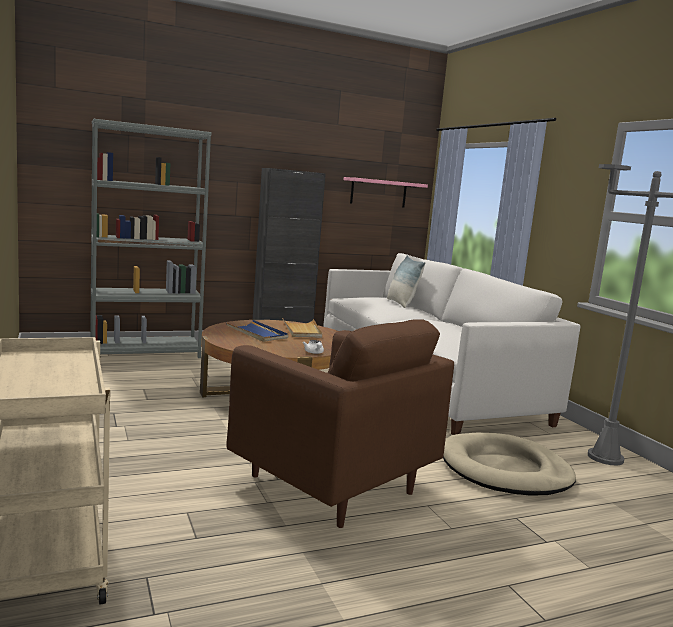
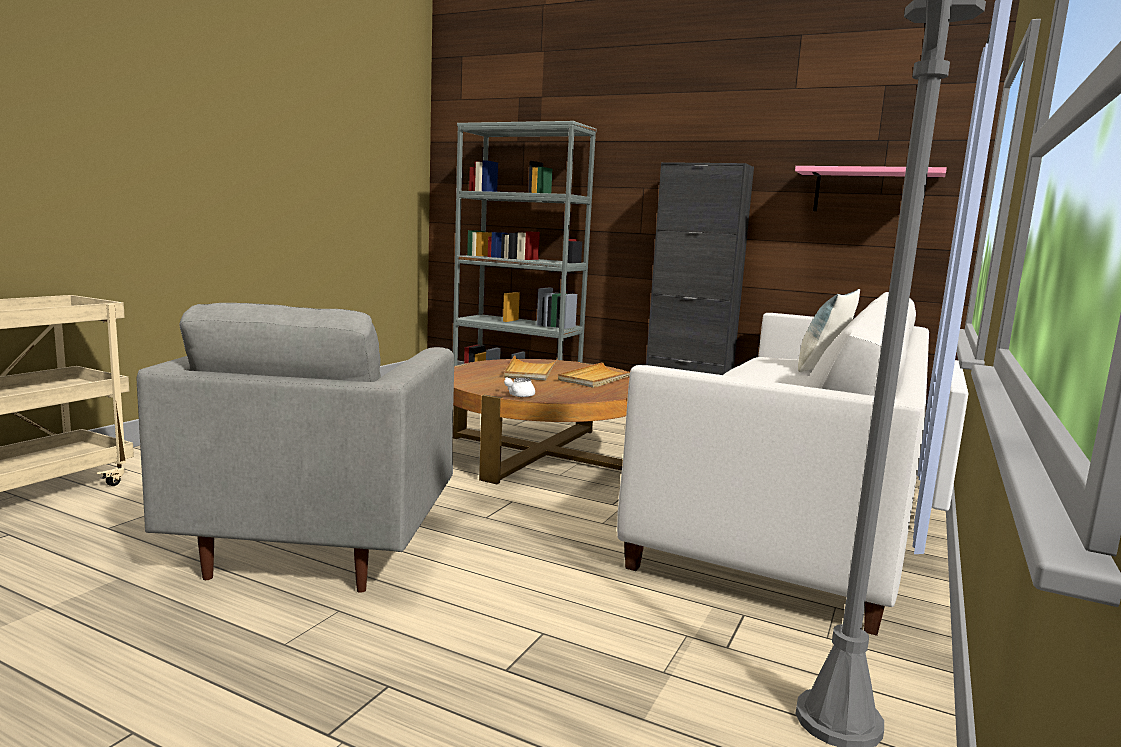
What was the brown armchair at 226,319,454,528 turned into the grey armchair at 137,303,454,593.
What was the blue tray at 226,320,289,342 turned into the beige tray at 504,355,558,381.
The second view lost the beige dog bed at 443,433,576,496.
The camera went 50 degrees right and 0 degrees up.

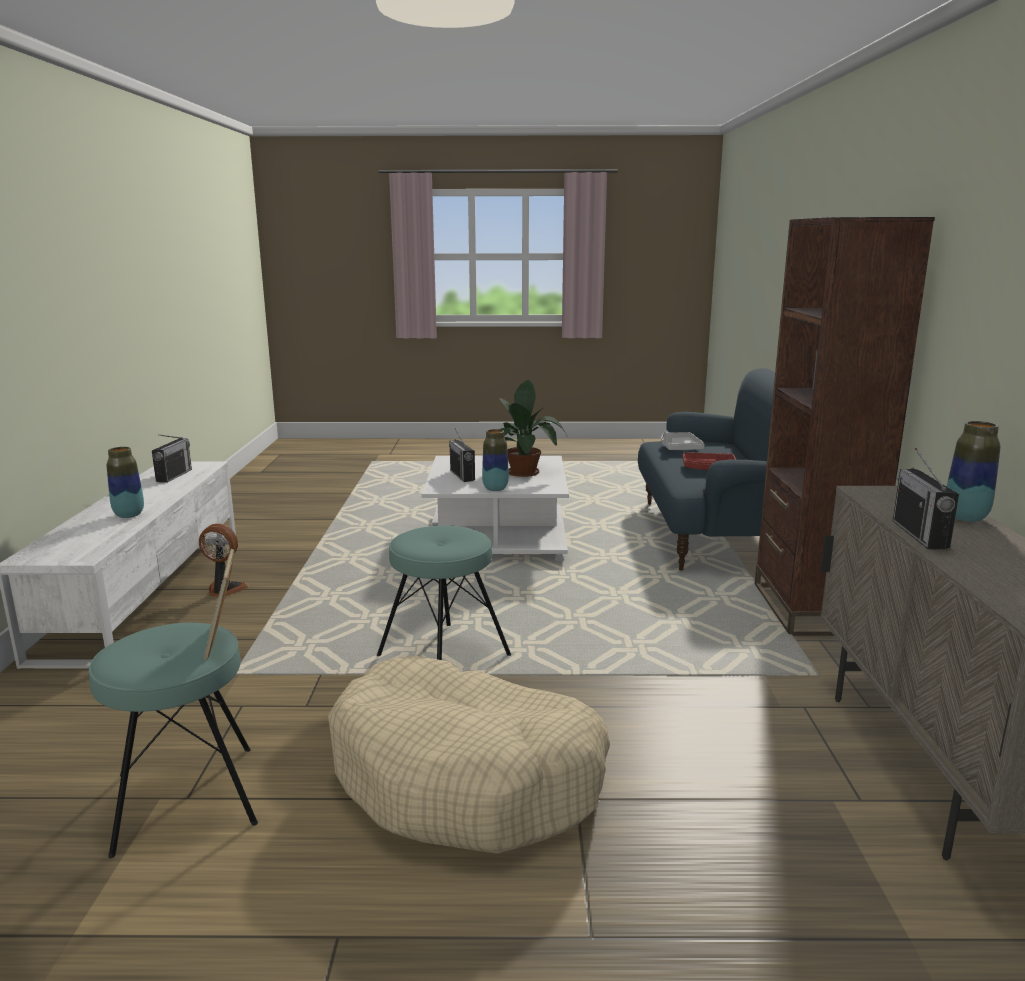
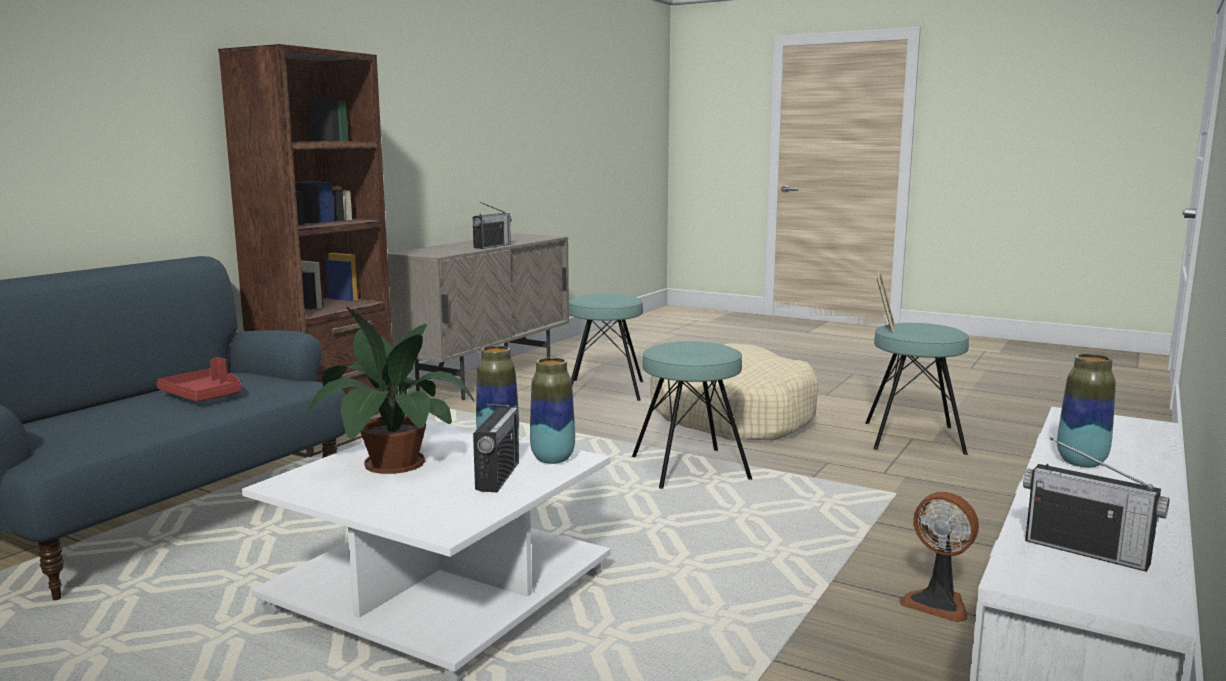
The vase ended up elsewhere, having gone from 947,421,1000,522 to 530,358,575,464.
The second view lost the grey tray at 661,431,704,450.
The radio at 152,435,192,483 ended up facing another way, 90 degrees counterclockwise from before.
The second view gained the turquoise stool at 568,294,643,401.
The camera went 150 degrees left and 5 degrees down.

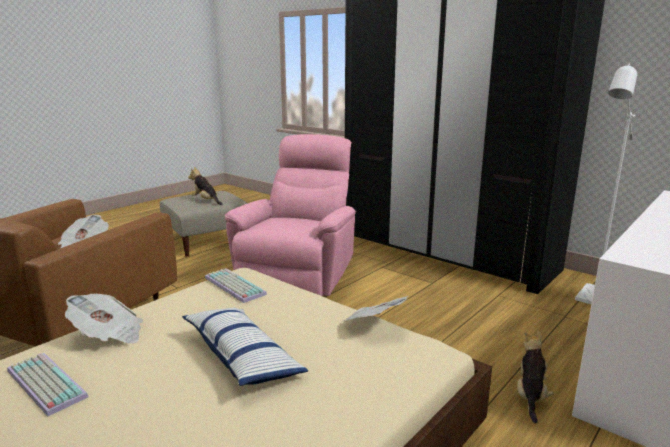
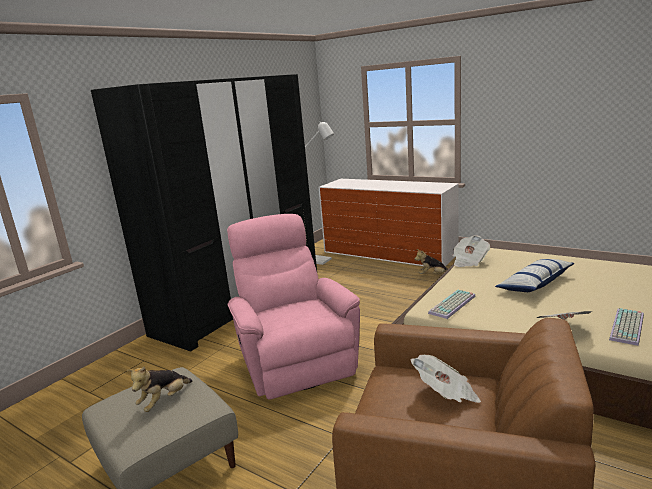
The pink armchair at 225,134,356,296 ended up facing another way, 60 degrees clockwise from before.
The camera went 95 degrees left and 0 degrees up.

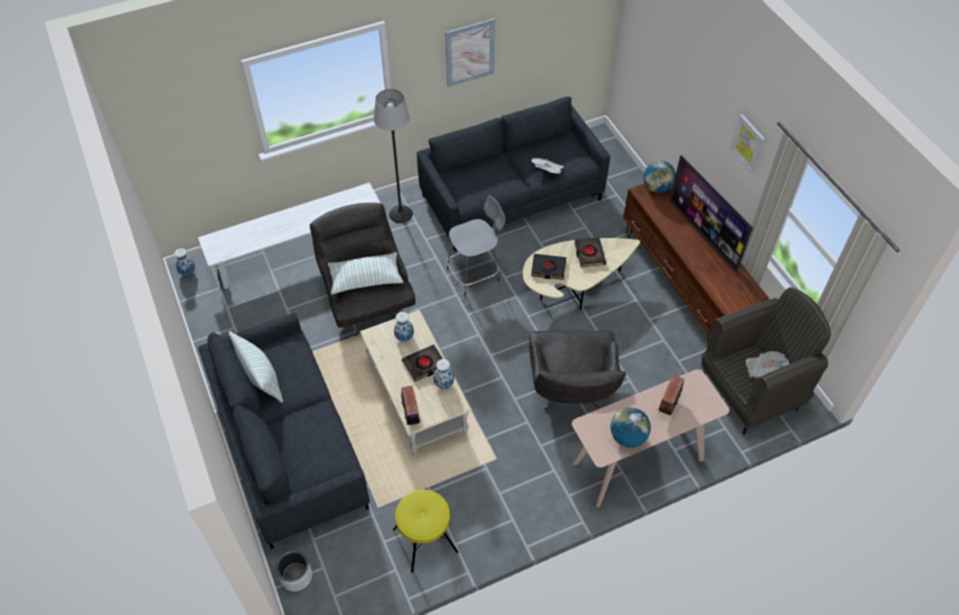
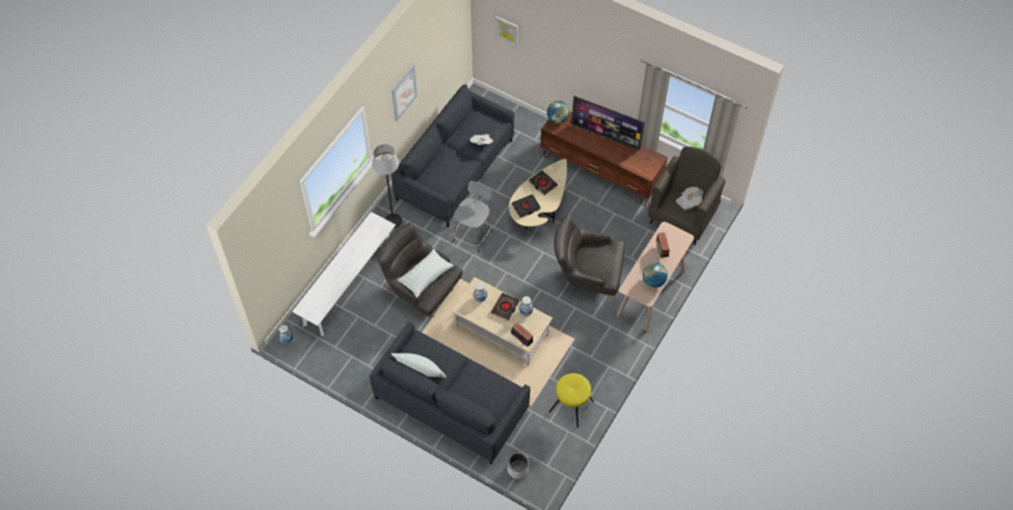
The picture ended up elsewhere, having gone from 730,114,765,173 to 495,16,518,47.
The grey armchair at 529,330,626,410 ended up facing another way, 135 degrees clockwise from before.
The camera went 35 degrees left and 5 degrees up.

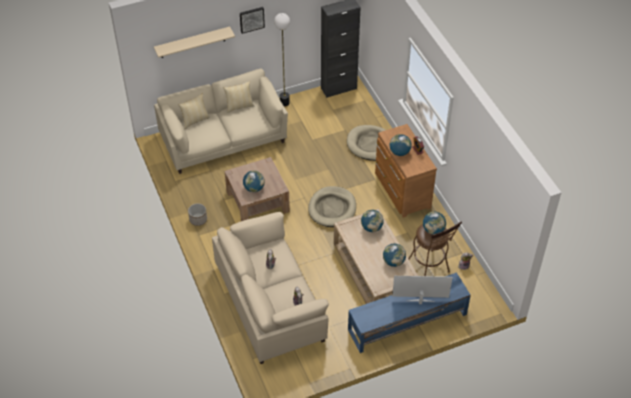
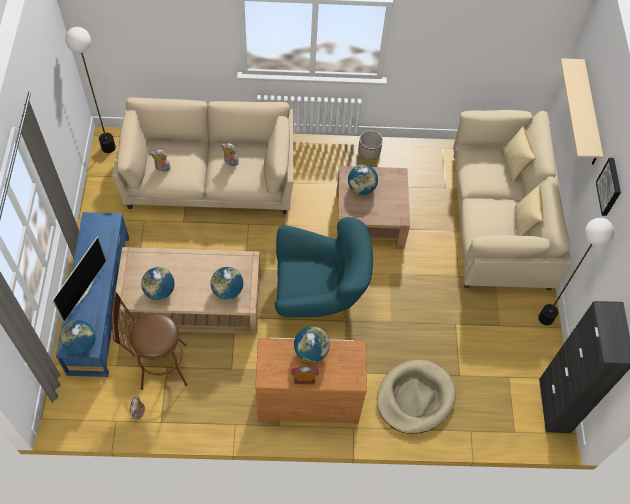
Where the beige dog bed stood at 308,186,356,227, the turquoise armchair came to stand at 275,217,373,320.
The globe ended up elsewhere, having gone from 423,212,446,235 to 60,320,96,354.
The second view gained the floor lamp at 65,27,116,153.
The camera went 110 degrees right and 10 degrees up.

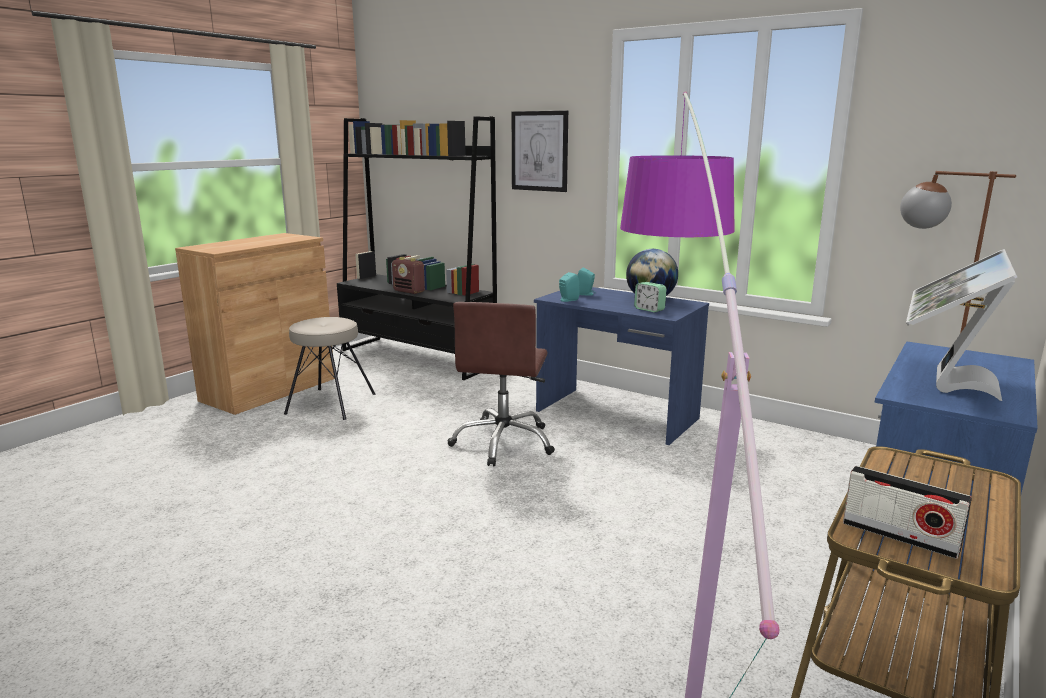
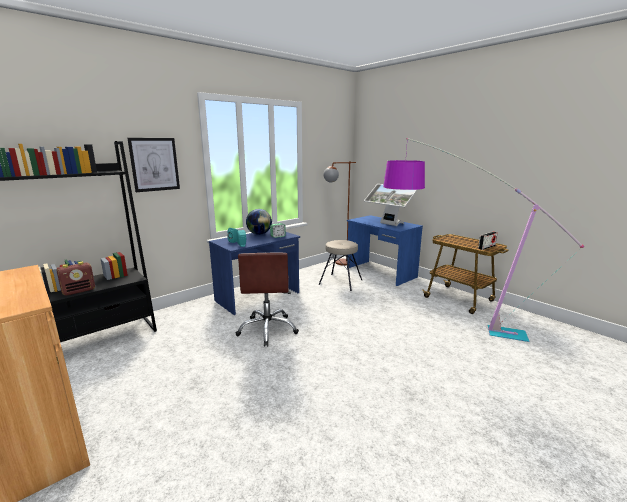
The brown office chair at 448,302,555,467 ended up facing another way, 60 degrees clockwise from before.
The beige stool ended up elsewhere, having gone from 284,317,375,420 to 319,240,362,291.
The camera went 75 degrees left and 0 degrees up.

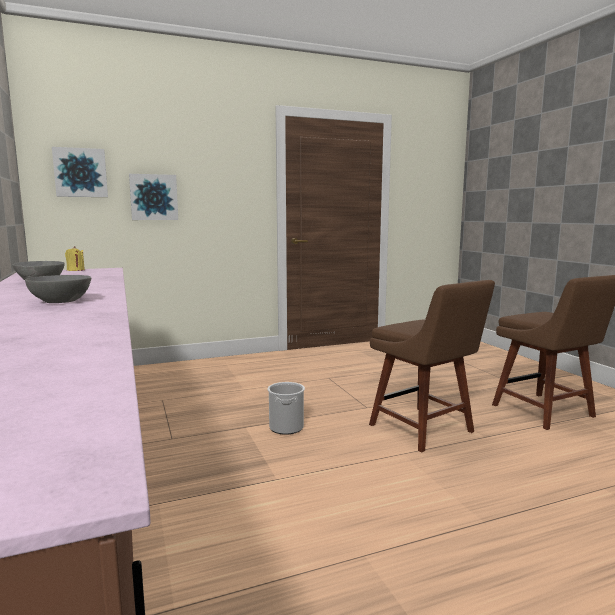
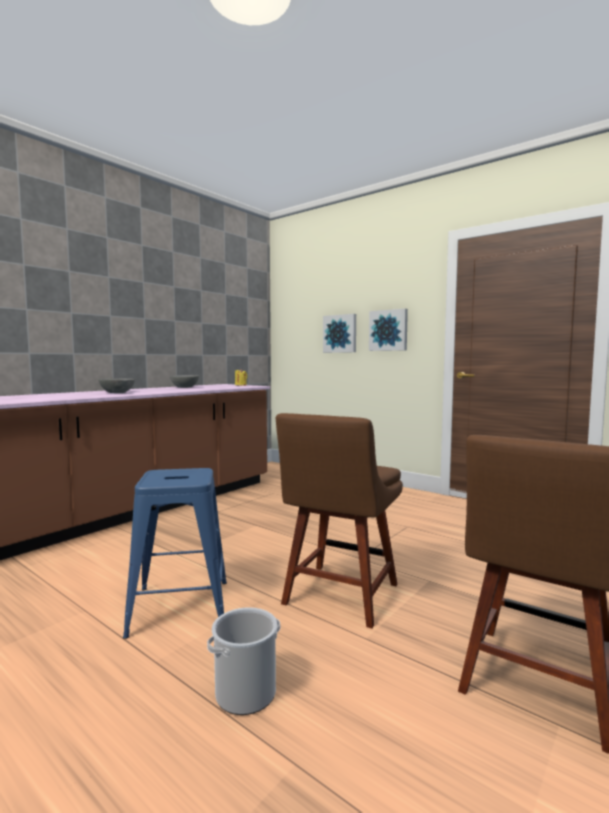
The picture ended up elsewhere, having gone from 52,147,108,197 to 369,309,408,351.
The bucket ended up elsewhere, having gone from 267,382,305,435 to 207,607,280,715.
The second view gained the blue stool at 123,468,227,639.
The camera went 60 degrees right and 5 degrees down.

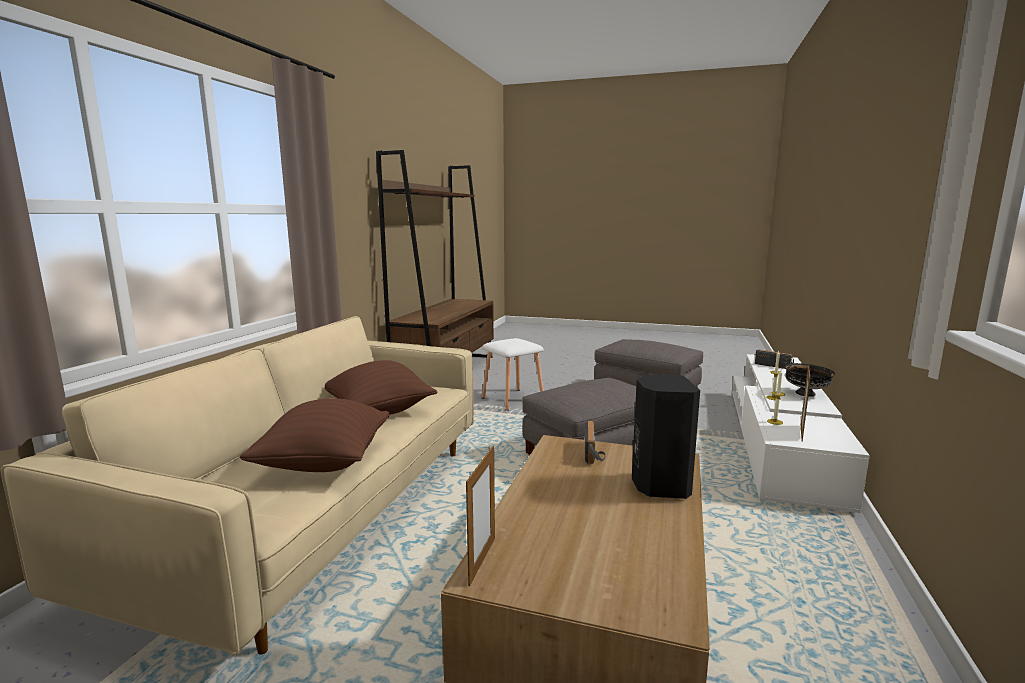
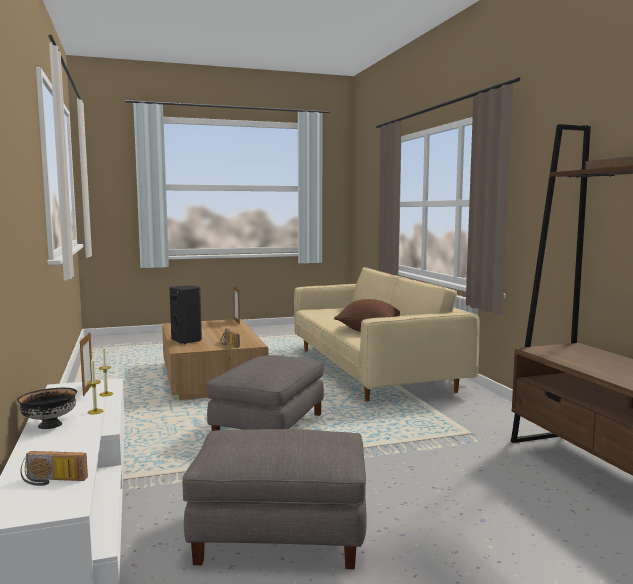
The second view lost the white stool at 482,338,544,411.
The second view lost the brown pillow at 240,398,390,472.
The camera went 145 degrees right and 5 degrees down.

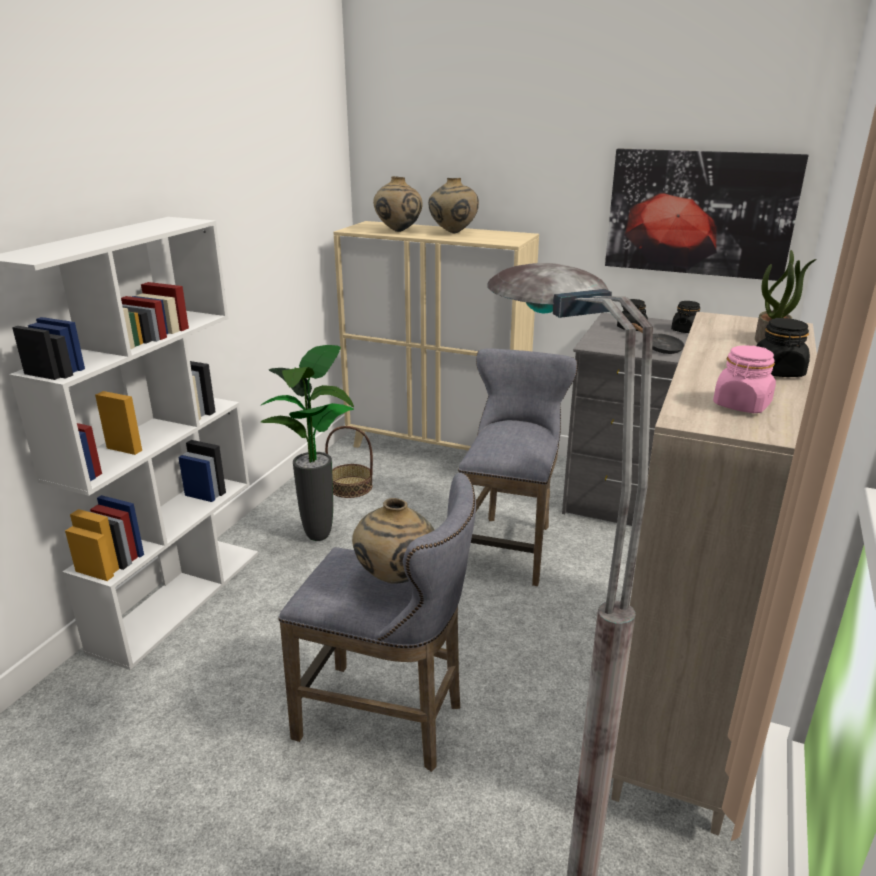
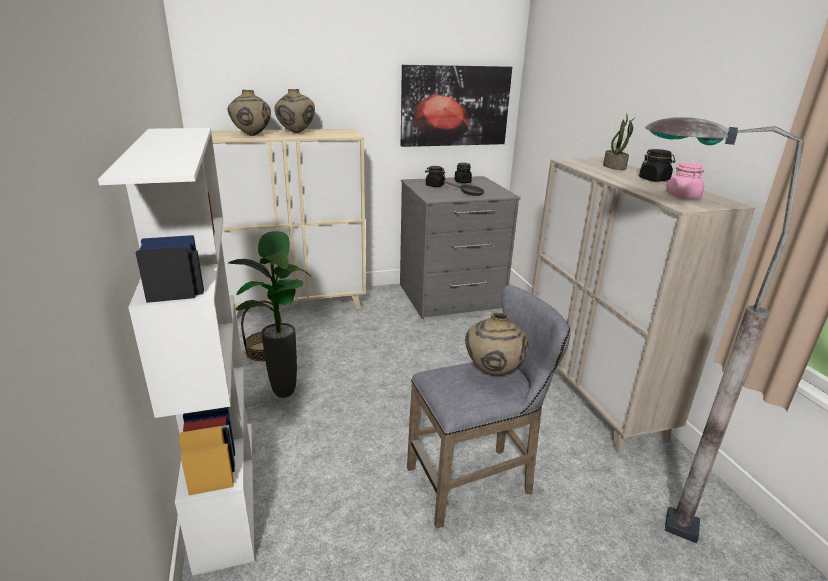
The second view lost the grey stool at 458,348,578,586.
The camera went 40 degrees left and 0 degrees up.

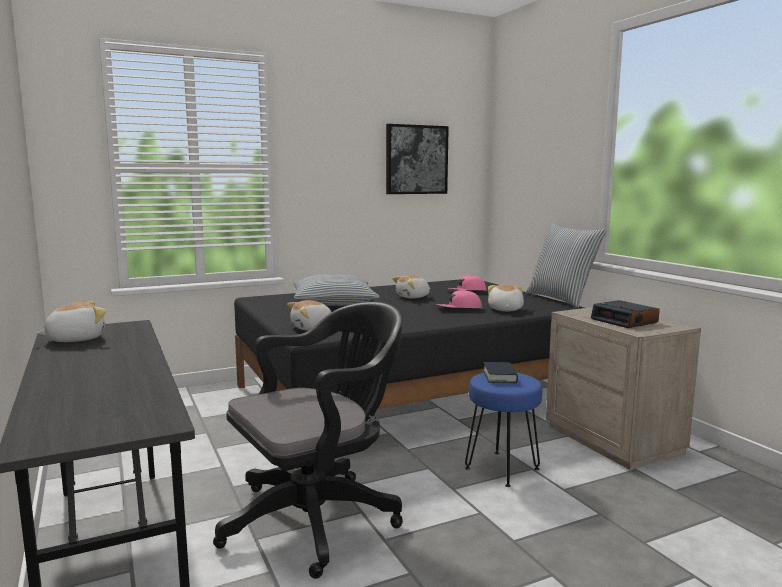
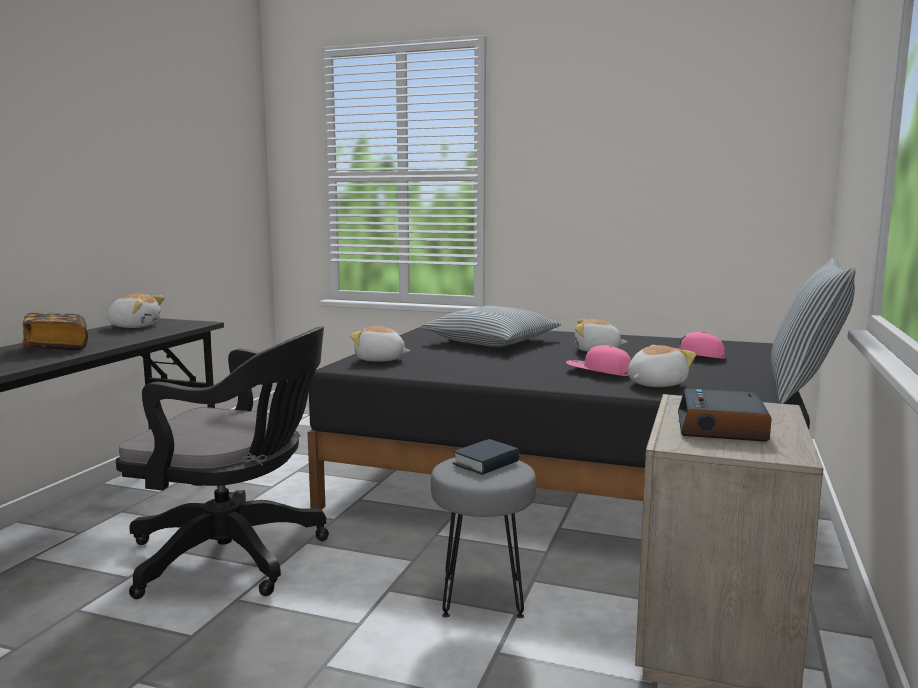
The second view lost the picture at 386,124,449,194.
What was the blue stool at 465,373,542,487 turned into the grey stool at 431,458,536,618.
The second view gained the book at 22,313,88,350.
The camera went 45 degrees right and 0 degrees up.

